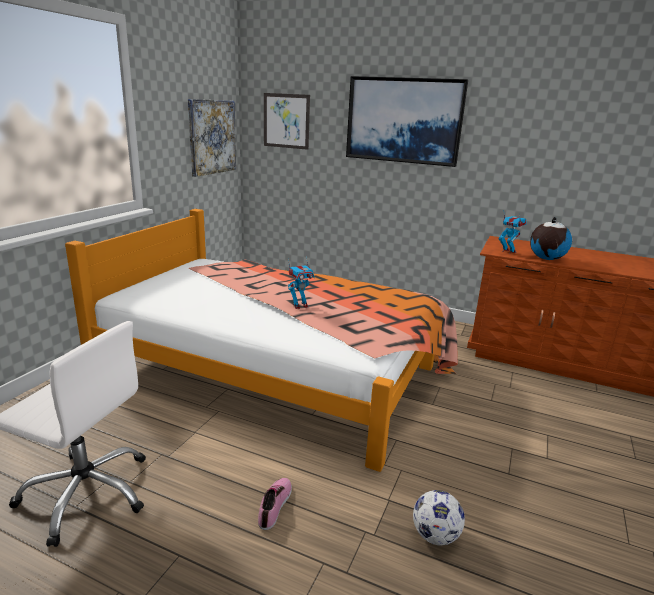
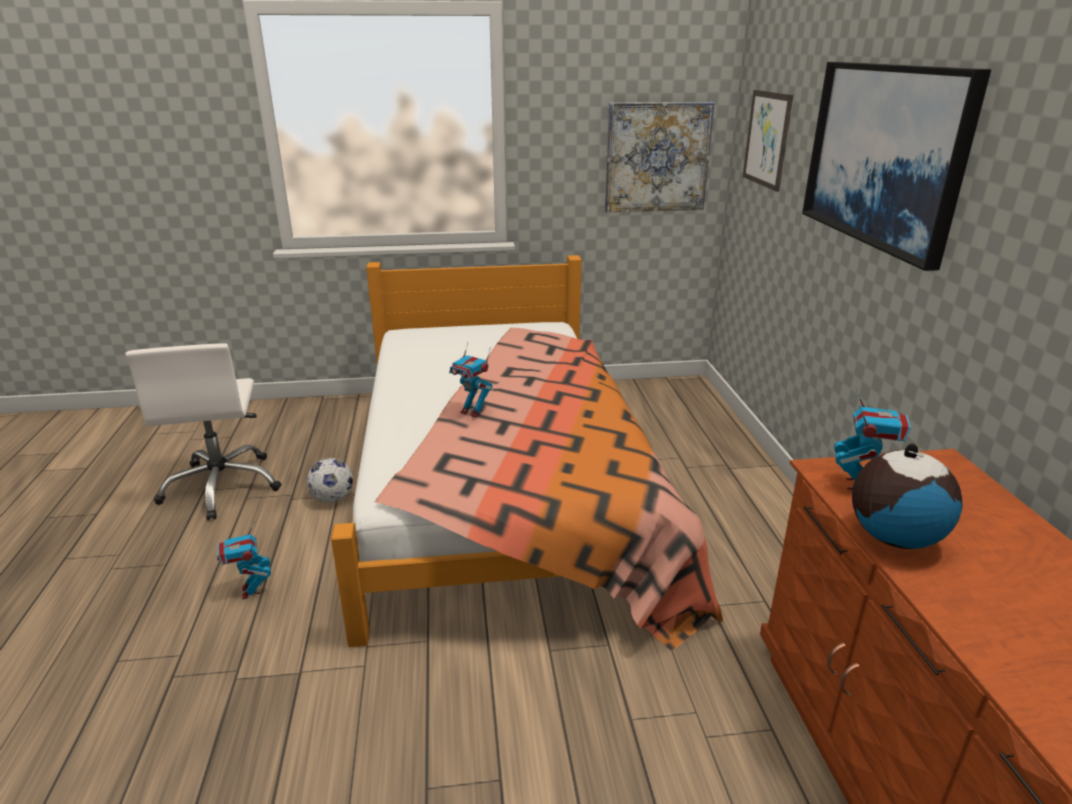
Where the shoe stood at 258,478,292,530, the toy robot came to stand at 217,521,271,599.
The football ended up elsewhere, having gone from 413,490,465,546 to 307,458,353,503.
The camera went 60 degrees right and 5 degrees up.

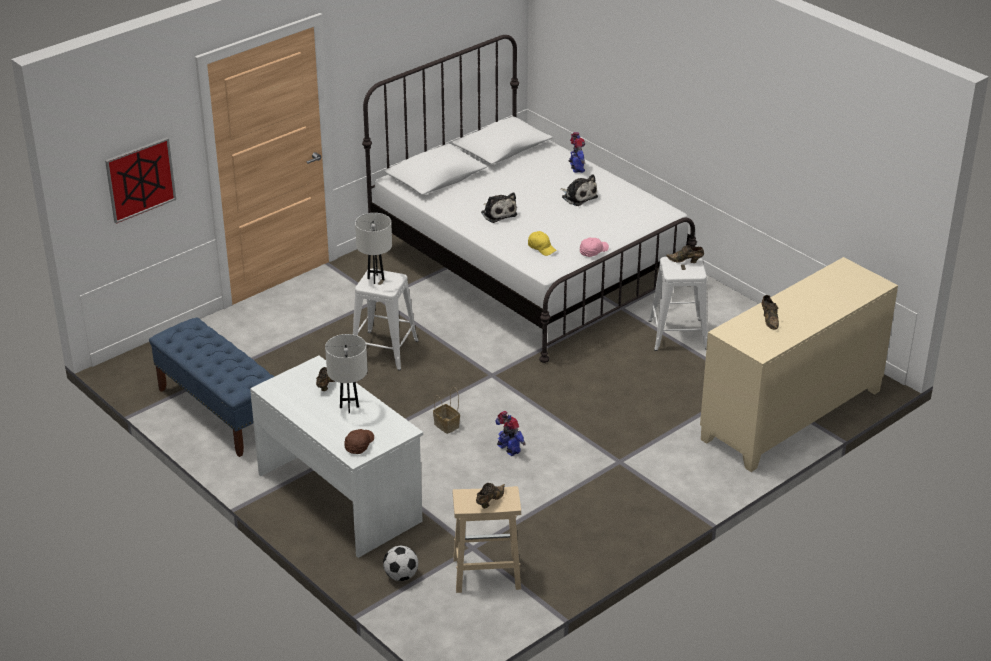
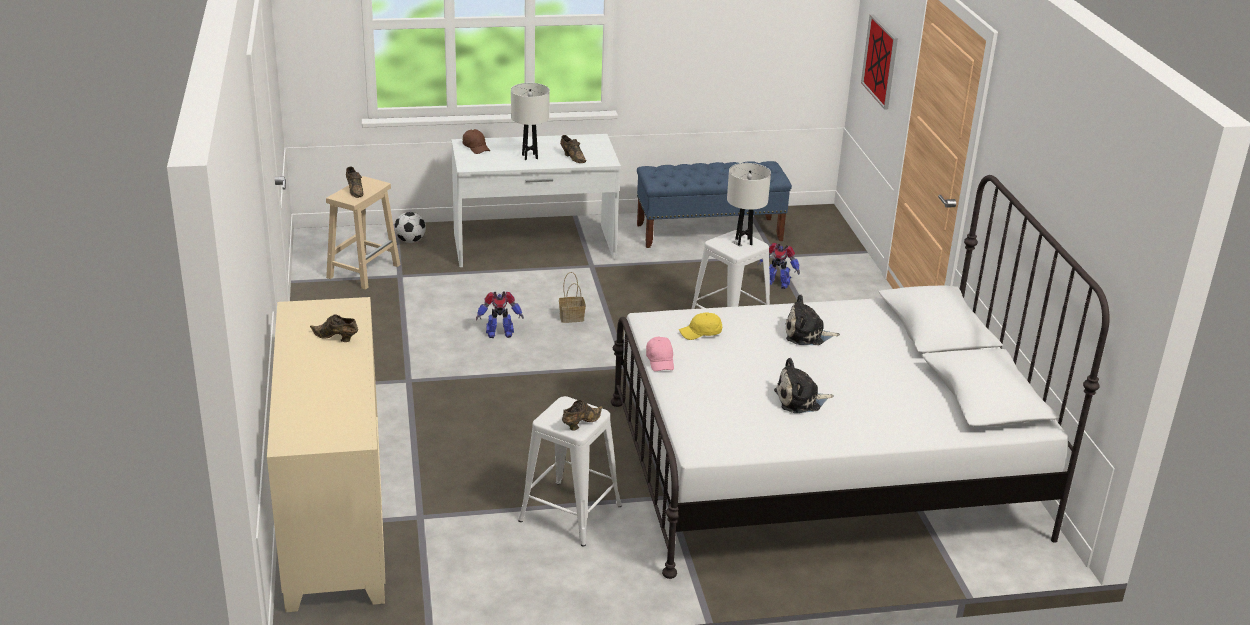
The toy robot ended up elsewhere, having gone from 569,132,585,173 to 757,243,800,289.
The camera went 120 degrees right and 5 degrees down.

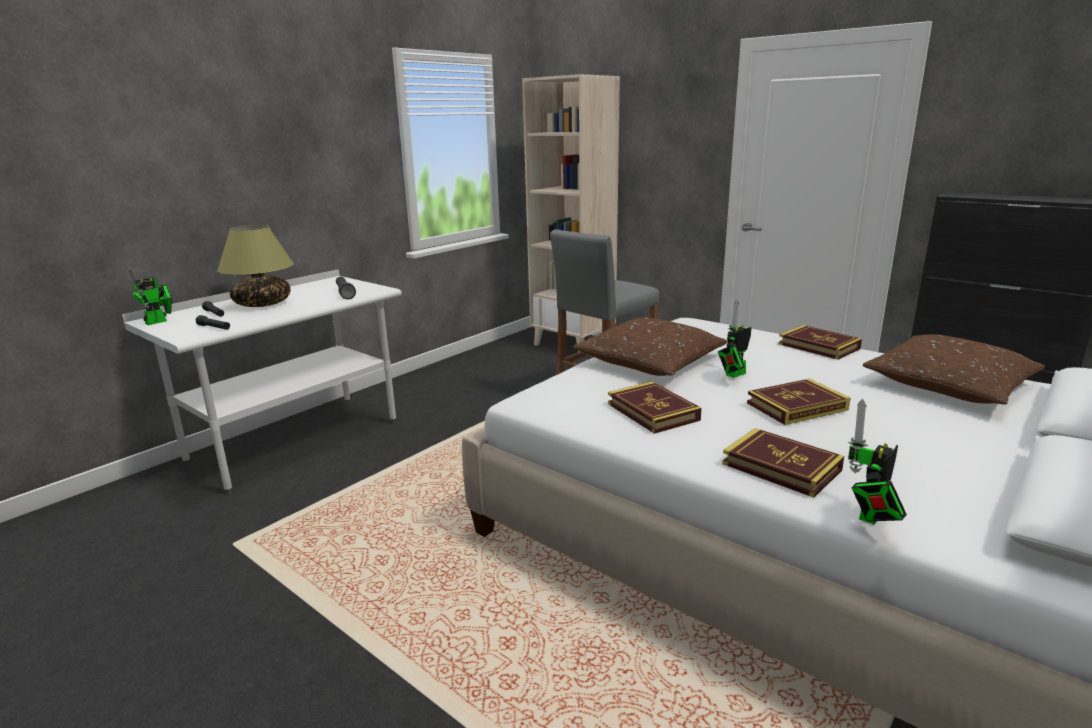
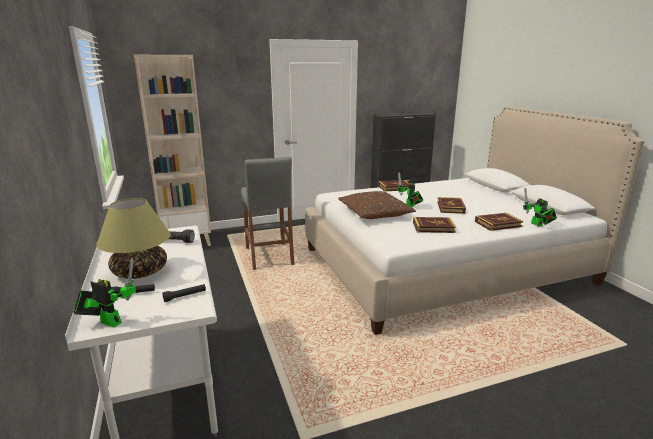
The toy robot at 128,267,172,325 ended up facing another way, 45 degrees counterclockwise from before.
The second view lost the brown pillow at 863,334,1045,405.
The camera went 60 degrees left and 0 degrees up.

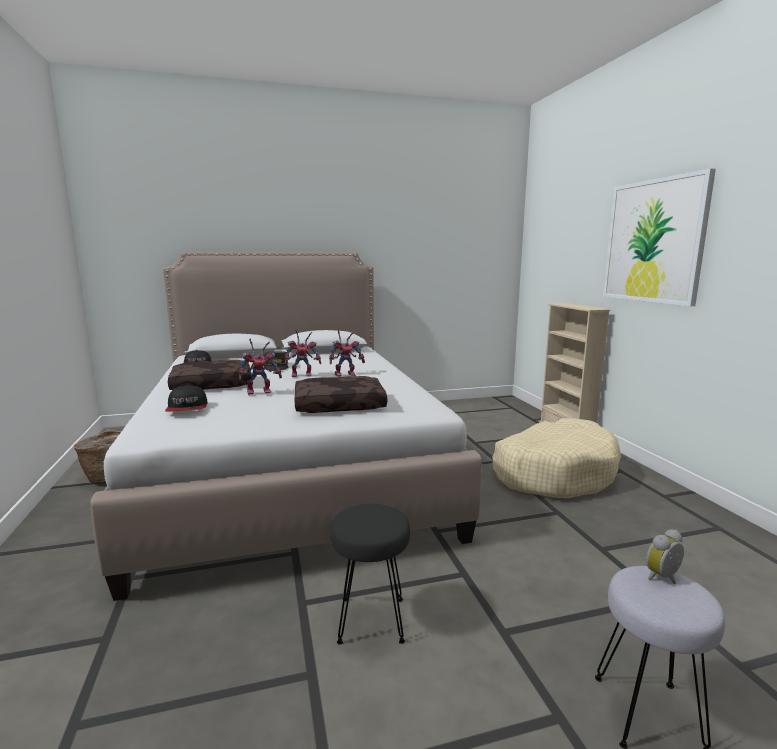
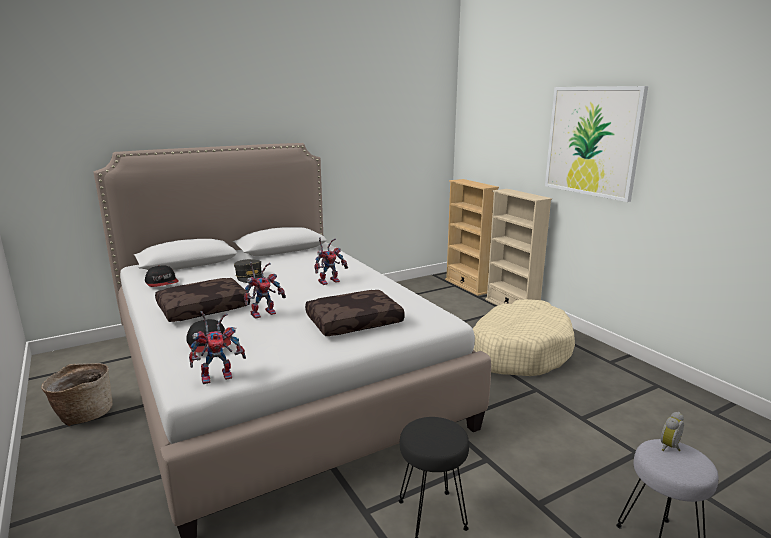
The toy robot ended up elsewhere, having gone from 285,329,321,377 to 189,311,246,384.
The second view gained the beige bookcase at 445,179,499,296.
The camera went 15 degrees left and 5 degrees up.

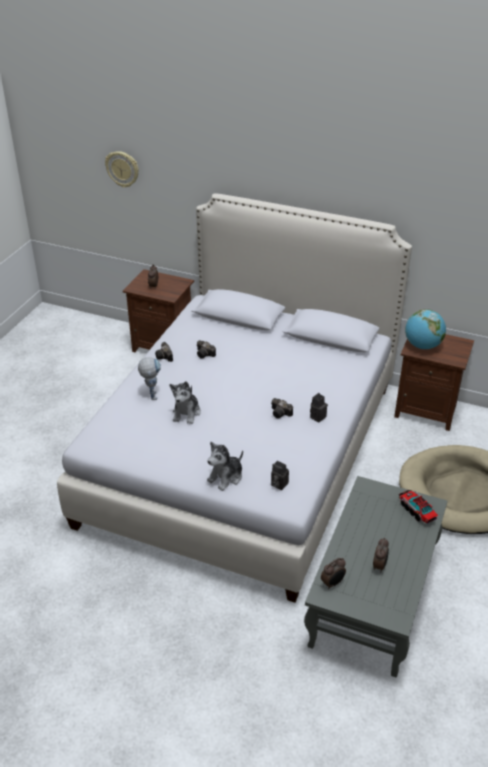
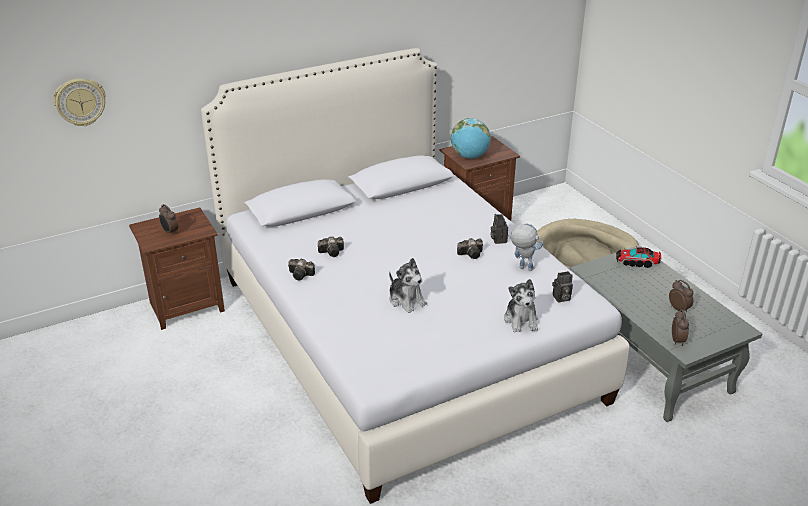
The toy robot ended up elsewhere, having gone from 138,357,161,400 to 508,224,543,271.
The camera went 50 degrees left and 5 degrees down.

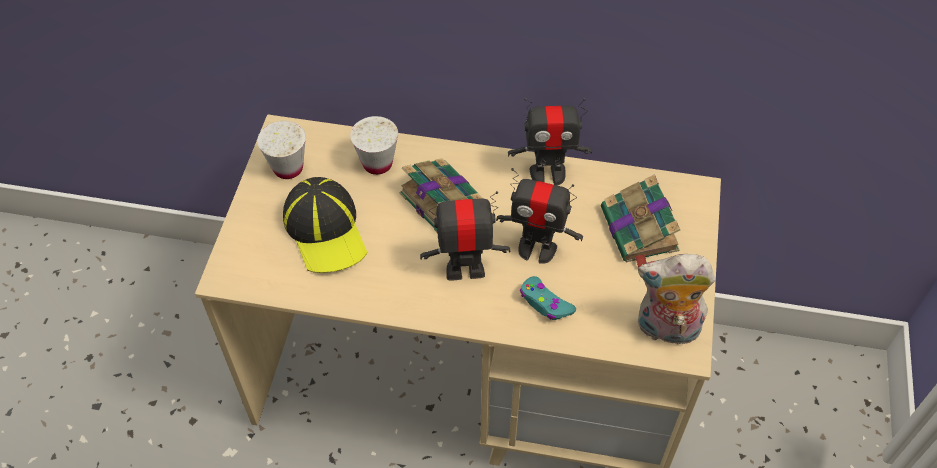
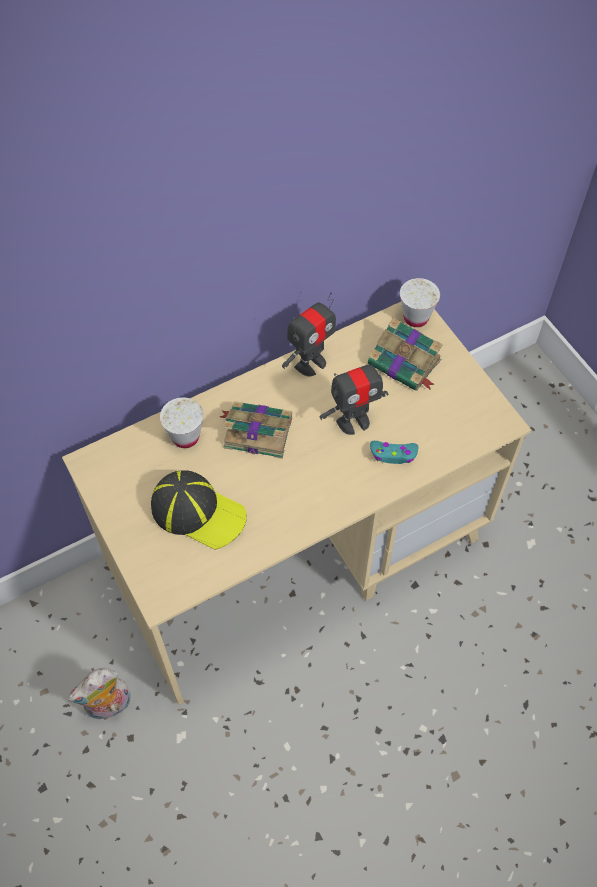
The white cup ended up elsewhere, having gone from 257,121,306,179 to 400,278,440,327.
The second view lost the toy robot at 420,191,510,281.
The plush toy ended up elsewhere, having gone from 638,254,715,345 to 68,668,131,720.
The camera went 40 degrees left and 5 degrees up.

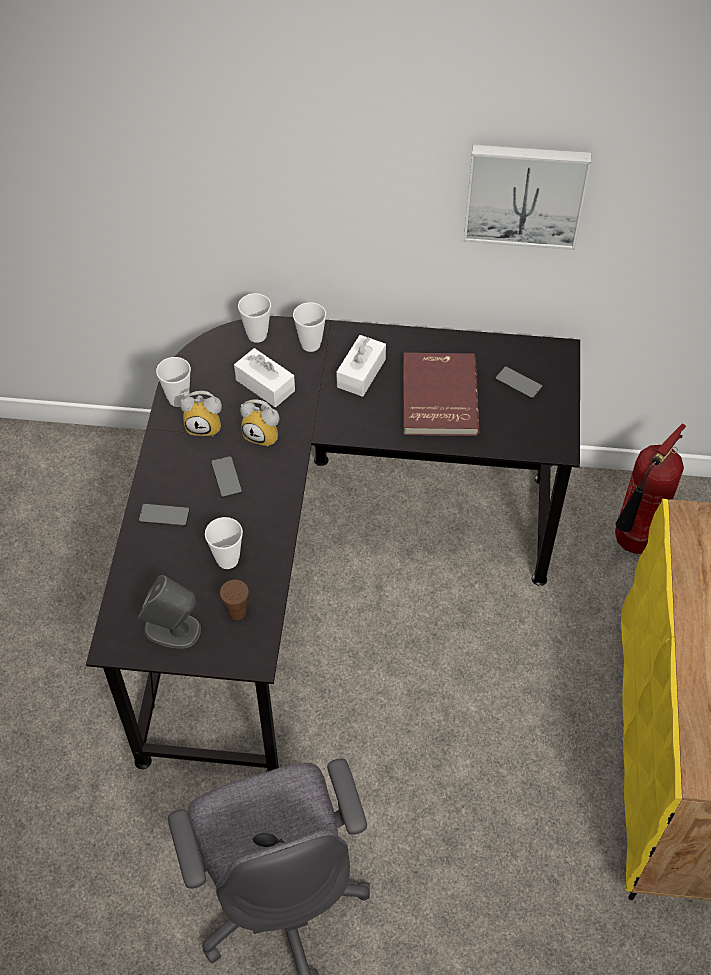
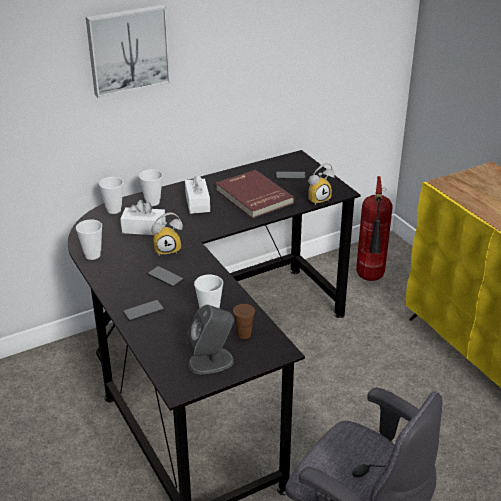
The picture ended up elsewhere, having gone from 464,144,591,250 to 86,4,170,98.
The alarm clock ended up elsewhere, having gone from 180,391,222,436 to 308,163,335,205.
The camera went 35 degrees left and 20 degrees down.

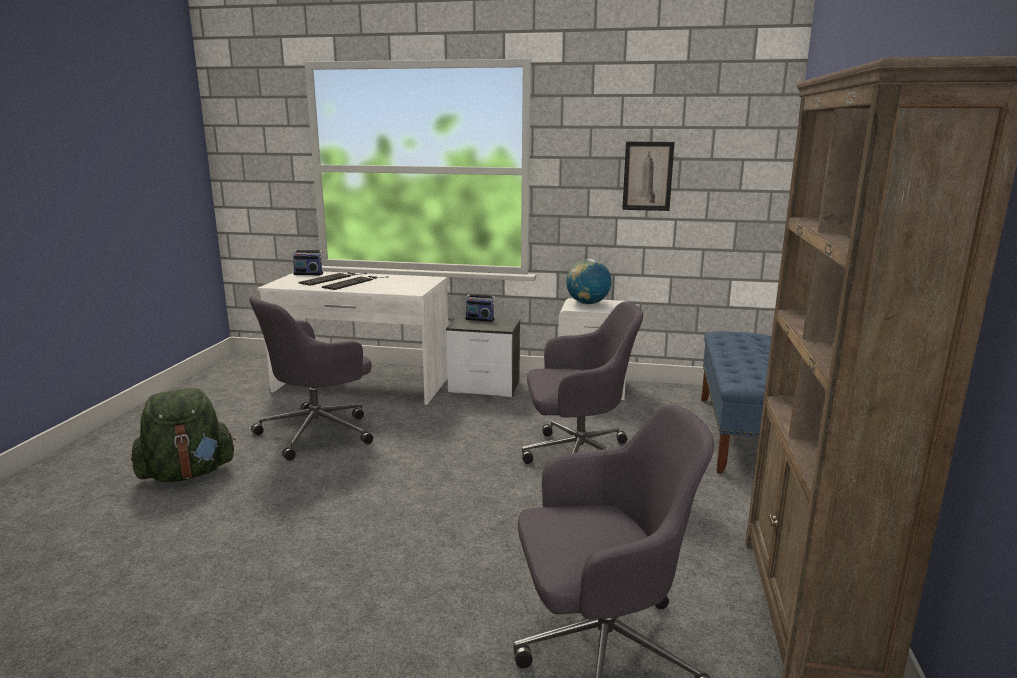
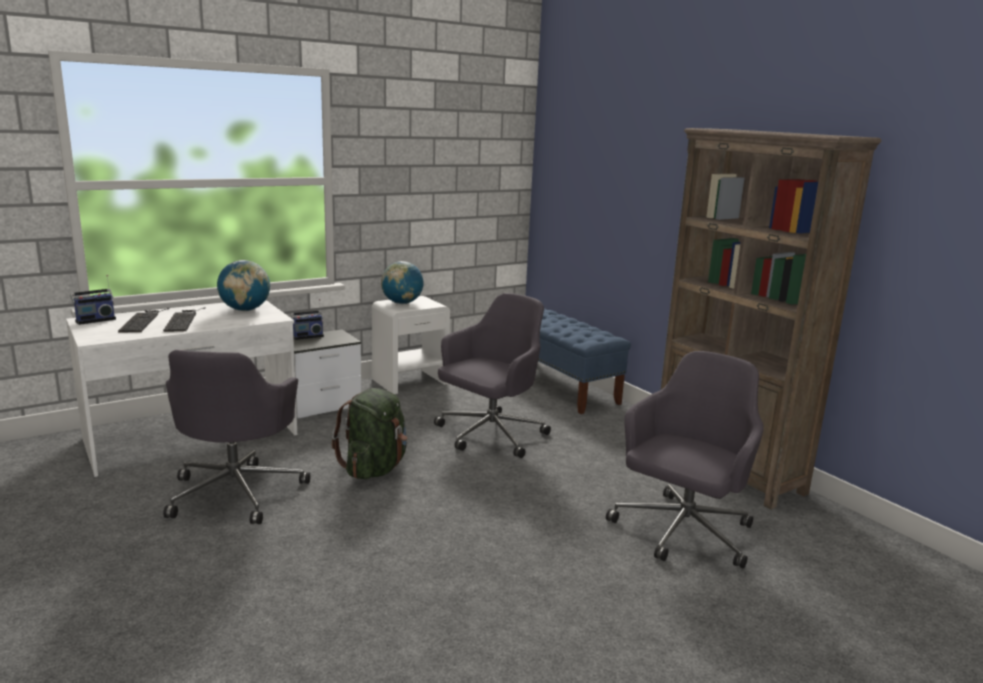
The second view lost the picture at 622,142,675,211.
The green backpack ended up elsewhere, having gone from 131,388,236,482 to 332,388,407,479.
The second view gained the globe at 217,260,270,311.
The camera went 45 degrees left and 0 degrees up.

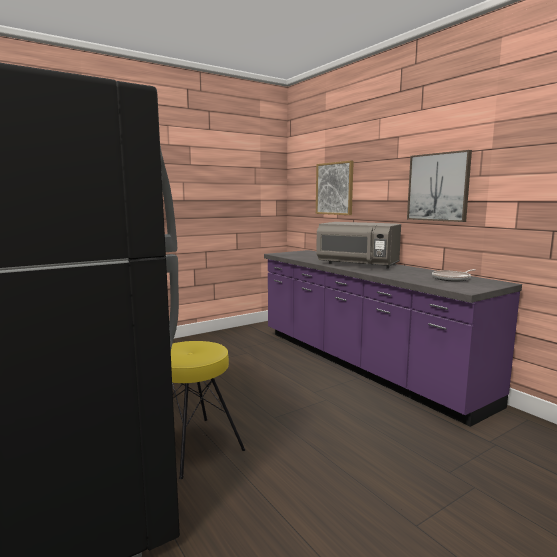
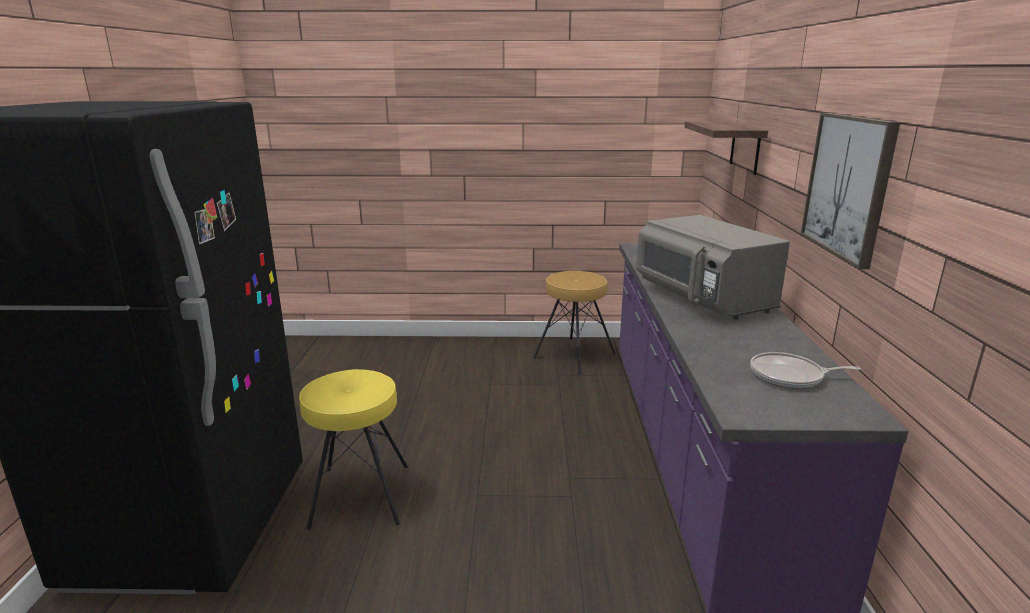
Where the picture hung at 316,161,354,215, the shelf came to hang at 684,121,768,175.
The second view gained the brown stool at 533,271,616,375.
The camera went 35 degrees right and 10 degrees up.

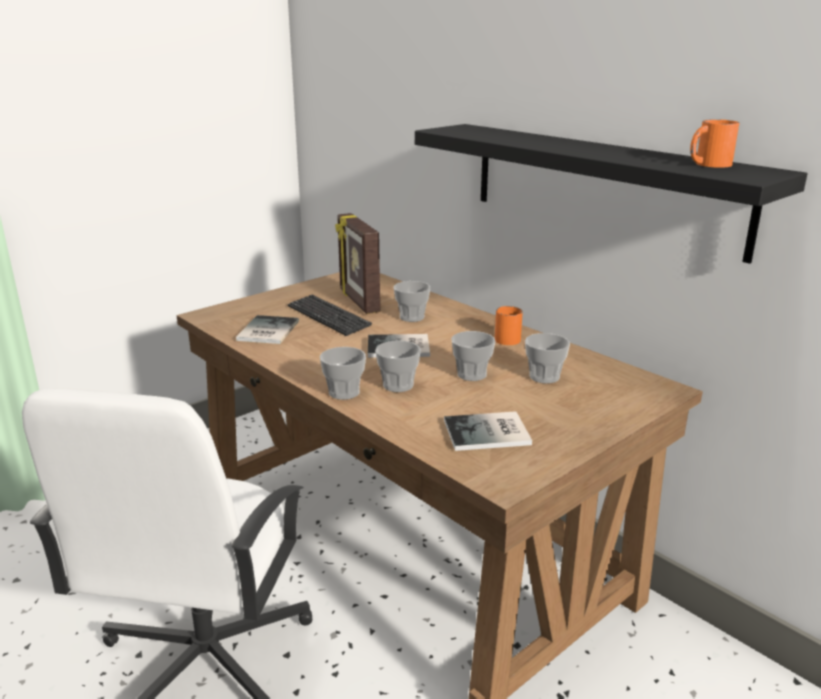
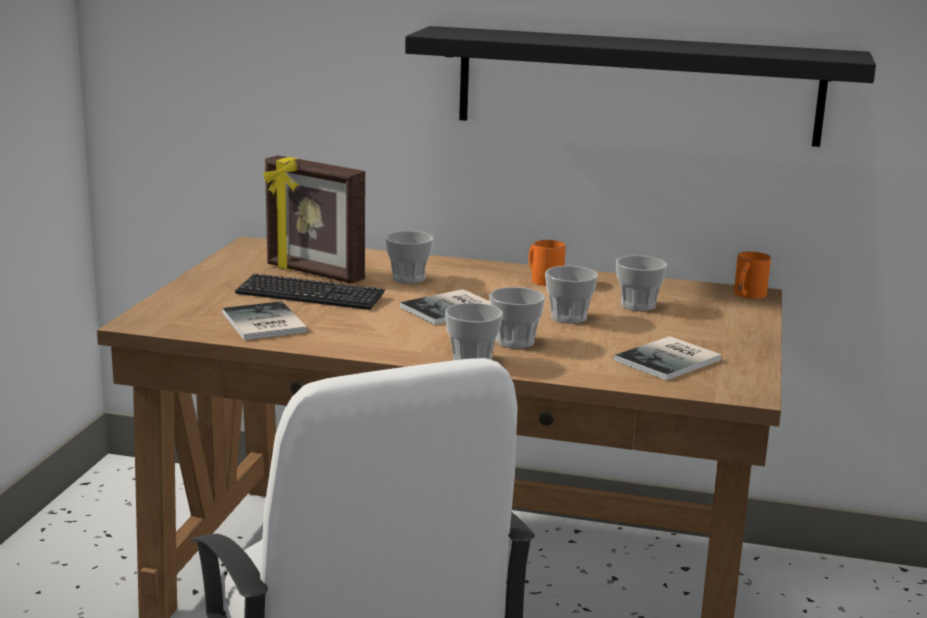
The orange mug ended up elsewhere, having gone from 690,119,739,168 to 734,251,771,299.
The camera went 35 degrees left and 5 degrees down.

